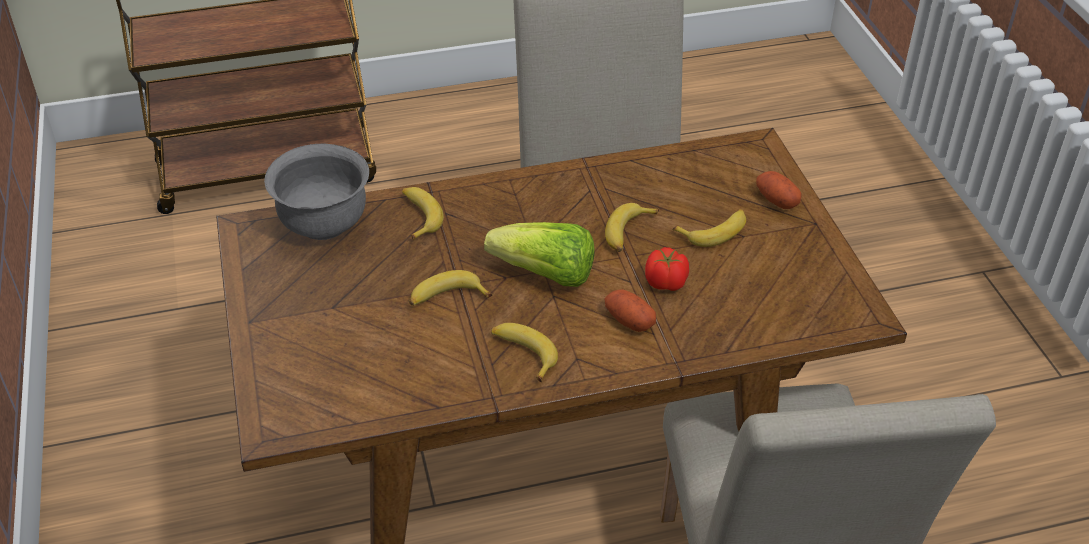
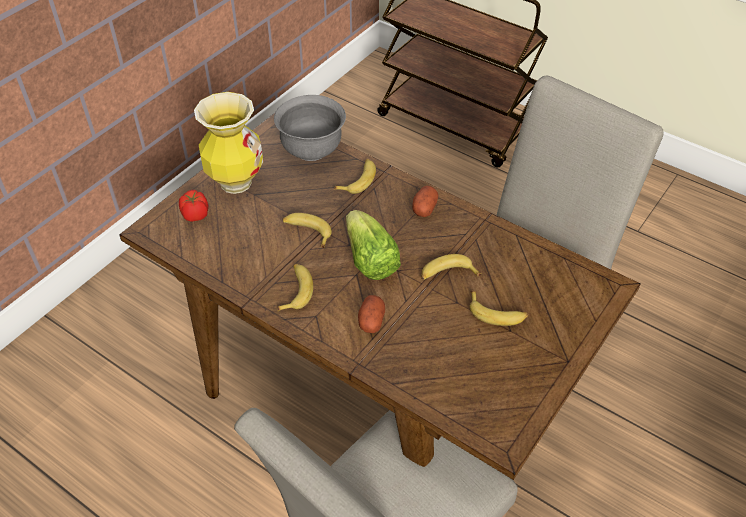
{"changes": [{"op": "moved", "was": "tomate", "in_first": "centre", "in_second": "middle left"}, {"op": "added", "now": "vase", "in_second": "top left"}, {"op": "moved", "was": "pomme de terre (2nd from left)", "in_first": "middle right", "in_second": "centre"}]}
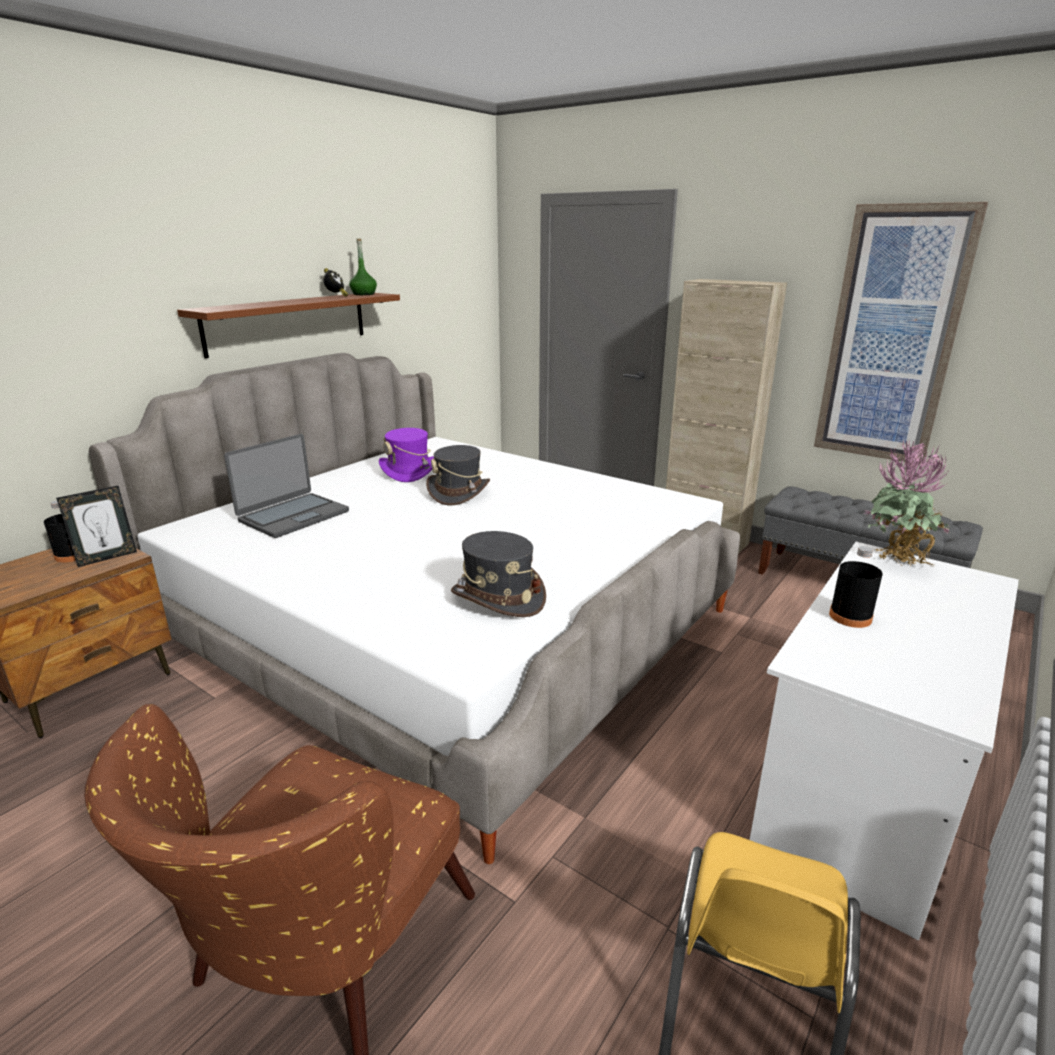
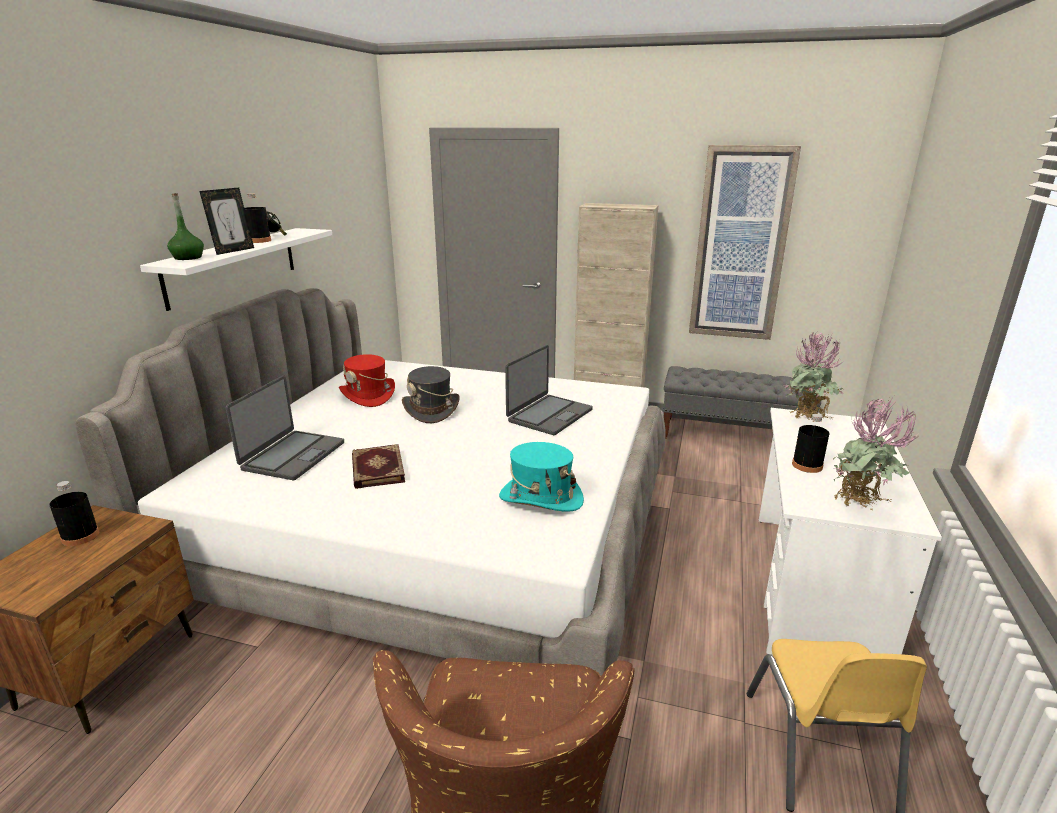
{"changes": [{"op": "recoloured", "was": "étagère/marron", "now": "étagère/blanc", "in_first": "top left", "in_second": "top left"}, {"op": "moved", "was": "bouteille/vert", "in_first": "top centre", "in_second": "top left"}, {"op": "moved", "was": "cadre photo", "in_first": "middle left", "in_second": "top left"}, {"op": "added", "now": "bouteille/noir (2nd from left)", "in_second": "top left"}, {"op": "recoloured", "was": "chapeau/violet", "now": "chapeau/rouge", "in_first": "centre", "in_second": "centre"}, {"op": "added", "now": "livre", "in_second": "centre"}, {"op": "recoloured", "was": "chapeau/gris (2nd from left)", "now": "chapeau/turquoise", "in_first": "centre", "in_second": "centre"}, {"op": "added", "now": "ordinateur portable (2nd from left)", "in_second": "centre"}, {"op": "added", "now": "plante en pot (2nd from left)", "in_second": "middle right"}]}
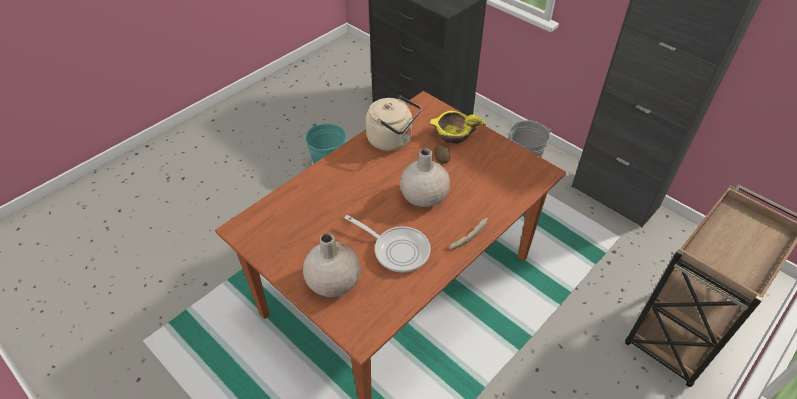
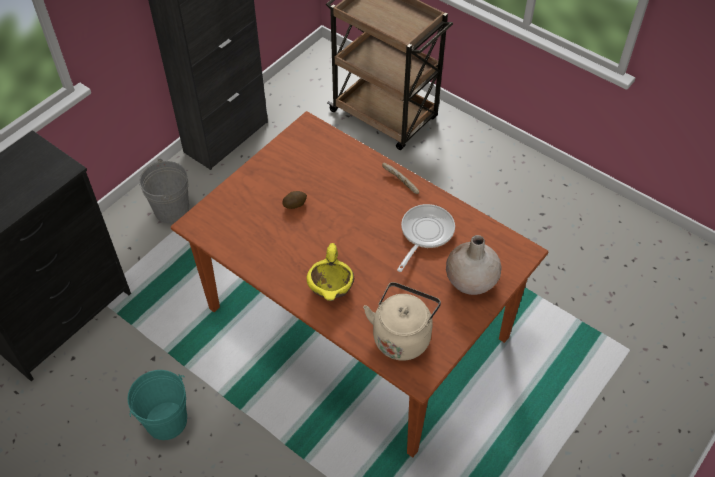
{"changes": [{"op": "moved", "was": "bol/jaune", "in_first": "top centre", "in_second": "centre"}, {"op": "moved", "was": "bouilloire/beige", "in_first": "top centre", "in_second": "bottom centre"}, {"op": "removed", "was": "vase/beige (2nd from left)", "in_first": "centre"}]}
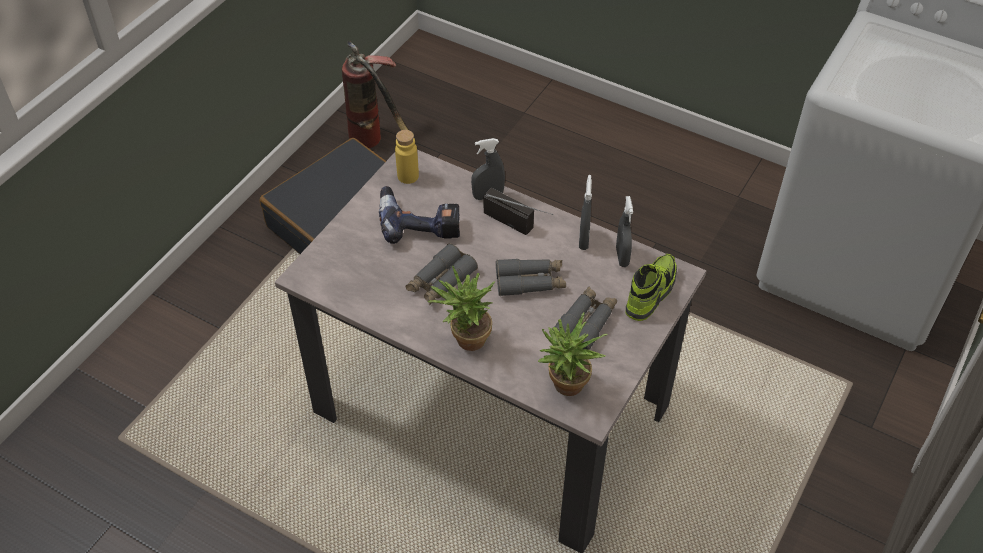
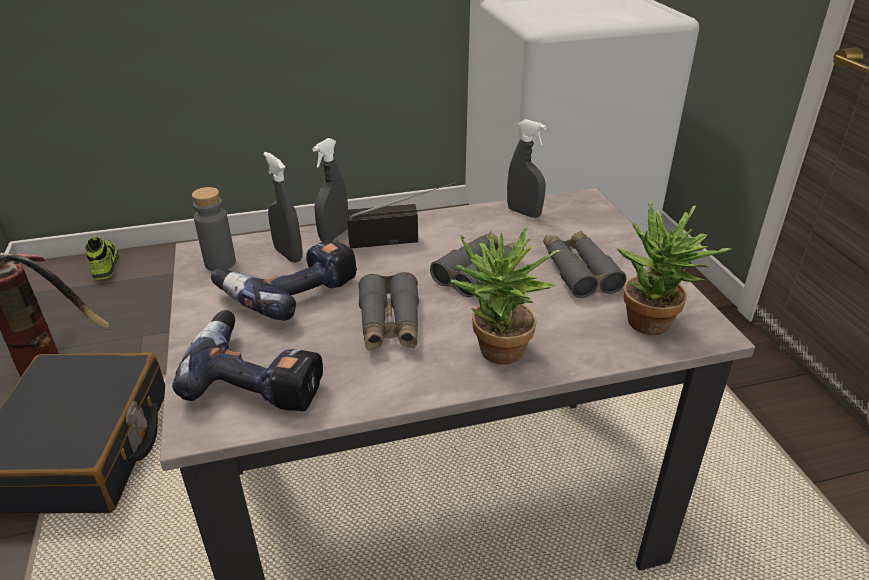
{"changes": [{"op": "moved", "was": "chaussure", "in_first": "centre", "in_second": "middle left"}, {"op": "added", "now": "perceuse (1st from left)", "in_second": "middle left"}, {"op": "recoloured", "was": "bouteille/jaune", "now": "bouteille/gris", "in_first": "top centre", "in_second": "middle left"}, {"op": "moved", "was": "vaporisateur/gris (2nd from left in the first image)", "now": "vaporisateur/gris (1st from left)", "in_first": "centre", "in_second": "middle left"}]}
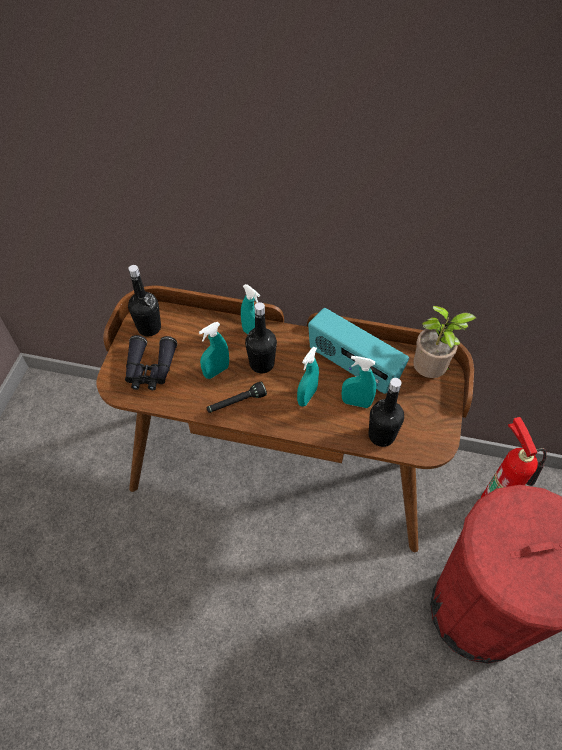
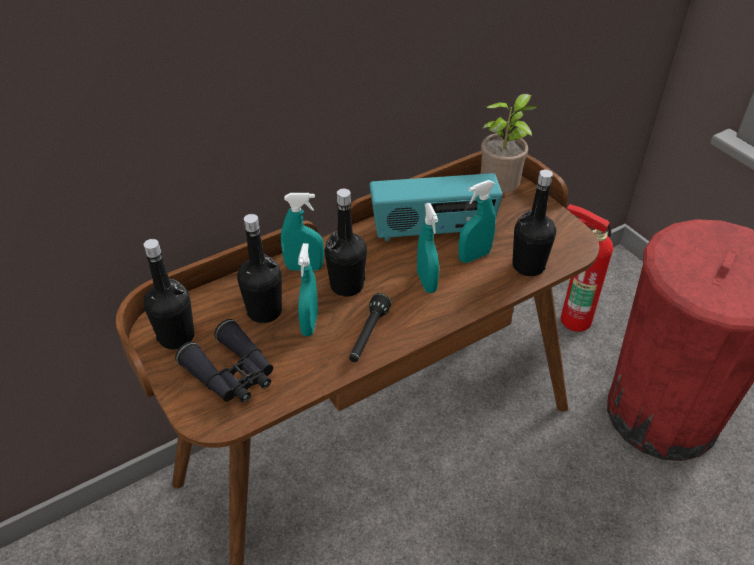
{"changes": [{"op": "added", "now": "bouteille/noir (2nd from left)", "in_second": "centre"}]}
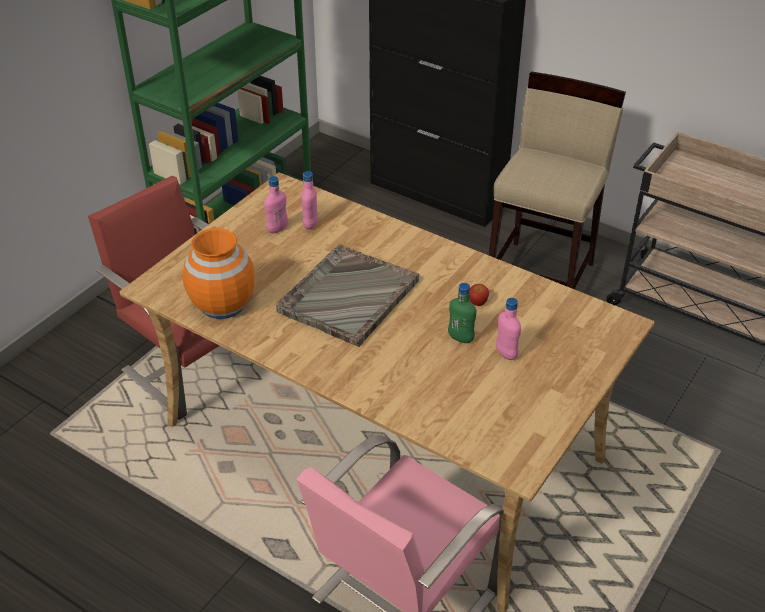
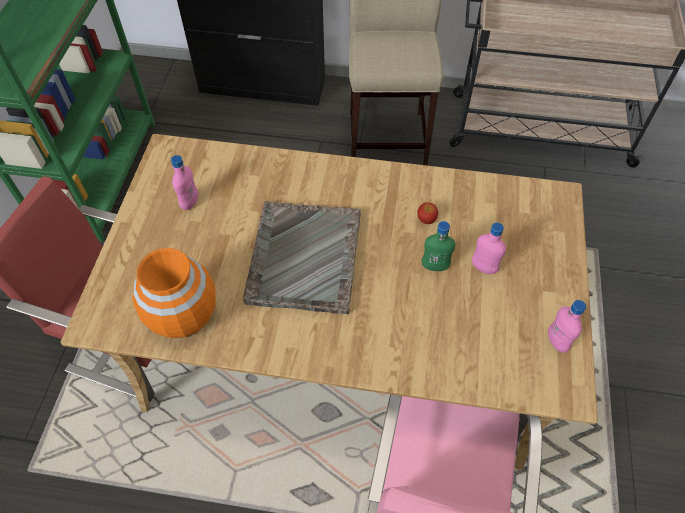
{"changes": [{"op": "moved", "was": "bouteille/rose (2nd from left in the first image)", "now": "bouteille/rose (3rd from left)", "in_first": "top centre", "in_second": "middle right"}]}
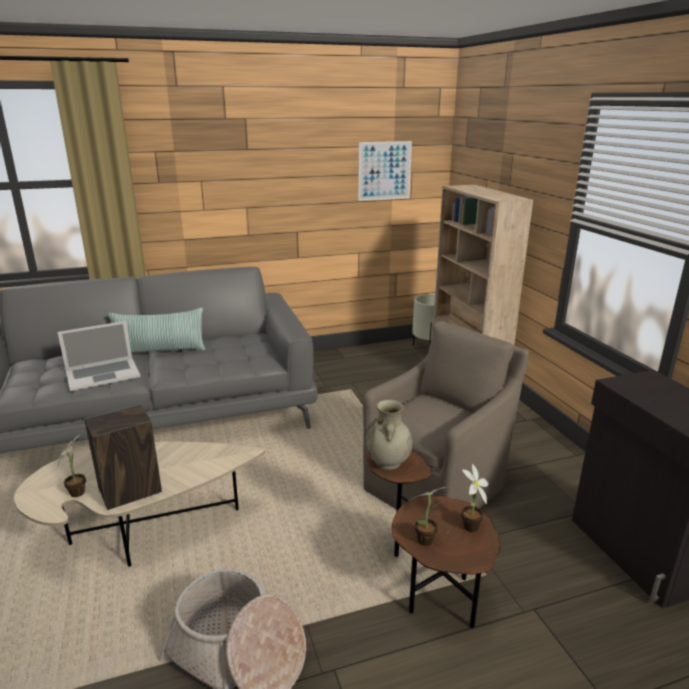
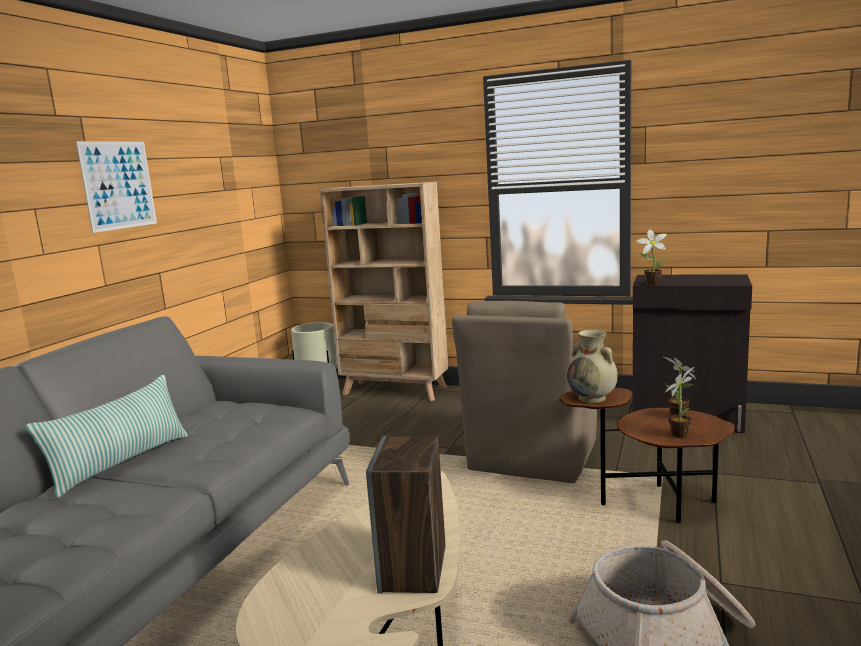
{"changes": [{"op": "moved", "was": "tableau", "in_first": "top centre", "in_second": "top left"}, {"op": "turned", "was": "fauteuil/marron", "in_first": "centre", "in_second": "centre", "clockwise": -150}, {"op": "moved", "was": "plante en pot (1st from left)", "in_first": "bottom left", "in_second": "middle right"}, {"op": "removed", "was": "ordinateur portable", "in_first": "middle left"}]}
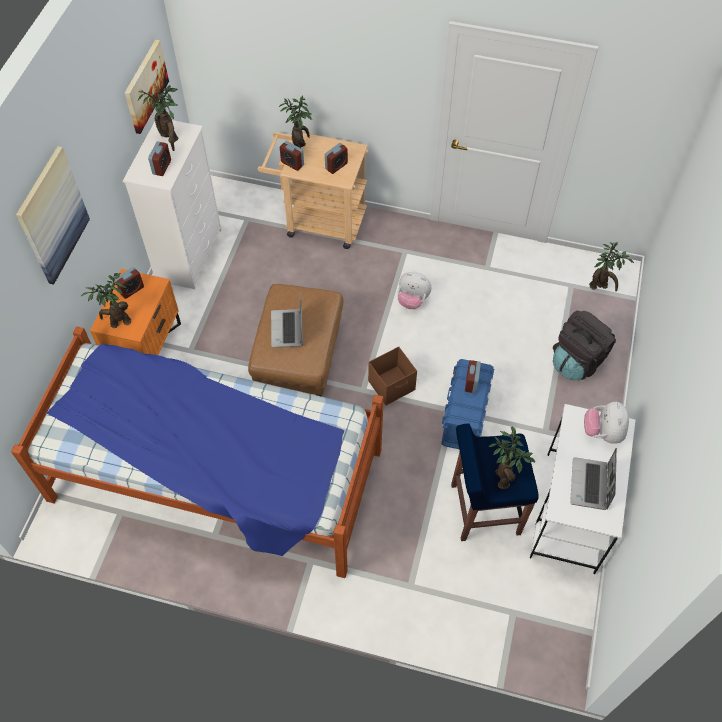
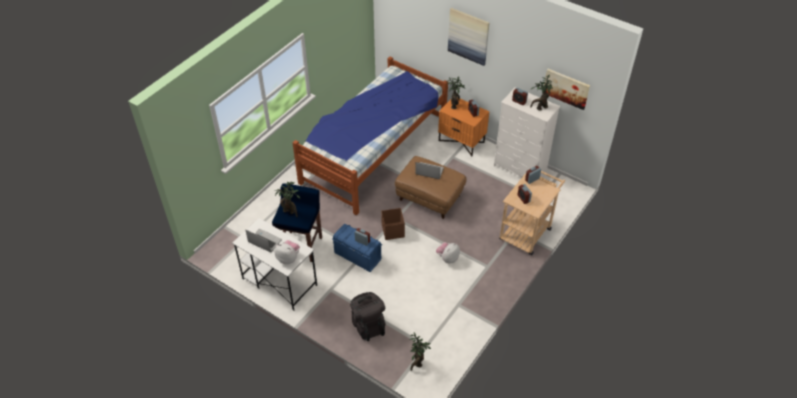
{"changes": [{"op": "removed", "was": "plante en pot (3rd from left)", "in_first": "top centre"}]}
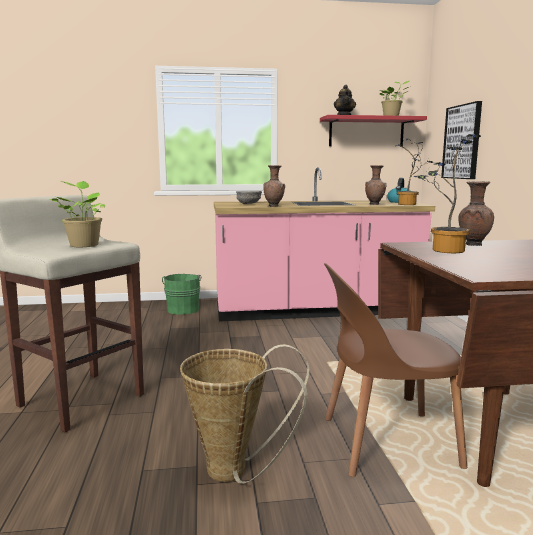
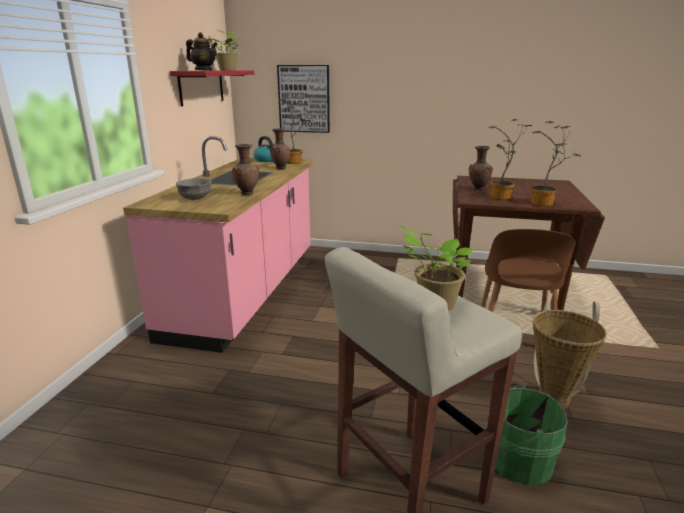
{"changes": [{"op": "moved", "was": "seau/vert", "in_first": "centre", "in_second": "bottom right"}, {"op": "added", "now": "plante en pot (5th from left)", "in_second": "top right"}]}
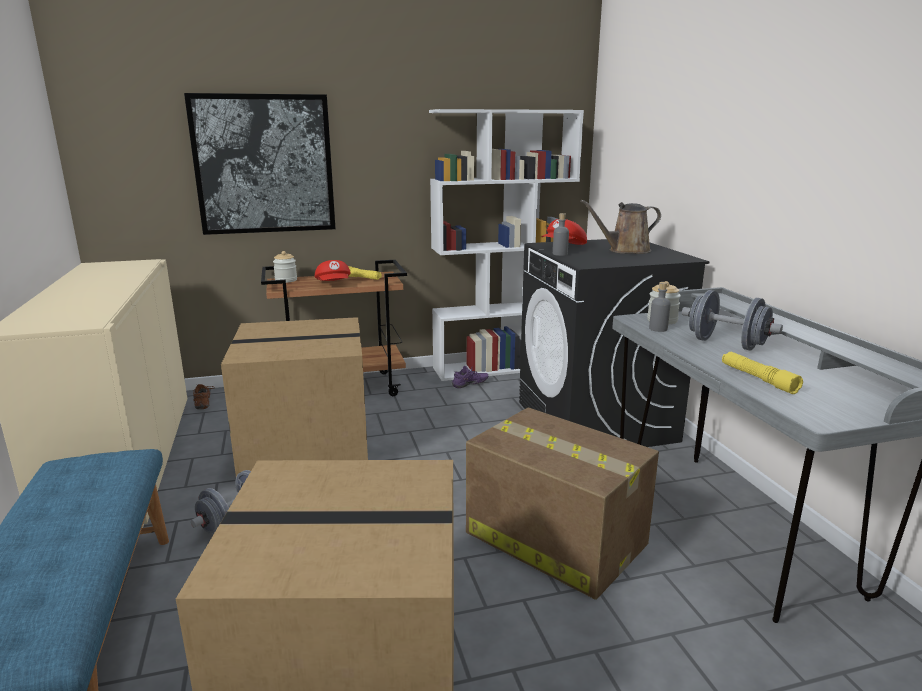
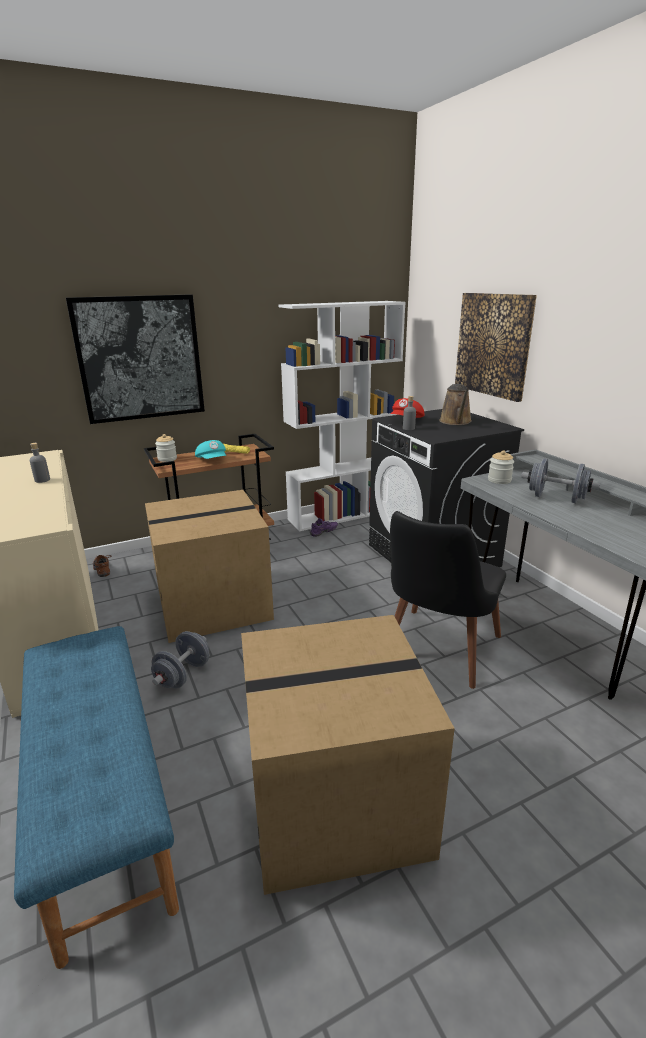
{"changes": [{"op": "moved", "was": "bouteille/gris (2nd from left in the first image)", "now": "bouteille/gris (1st from left)", "in_first": "middle right", "in_second": "middle left"}, {"op": "recoloured", "was": "casquette/rouge (1st from left)", "now": "casquette/turquoise", "in_first": "centre", "in_second": "middle left"}, {"op": "replaced", "was": "carton (3rd from left)", "now": "chaise/noir", "in_first": "bottom centre", "in_second": "middle right"}, {"op": "turned", "was": "arrosoir/marron", "in_first": "top right", "in_second": "middle right", "clockwise": -60}, {"op": "added", "now": "tableau (2nd from left)", "in_second": "middle right"}, {"op": "removed", "was": "lampe de poche/jaune (2nd from left)", "in_first": "middle right"}]}
